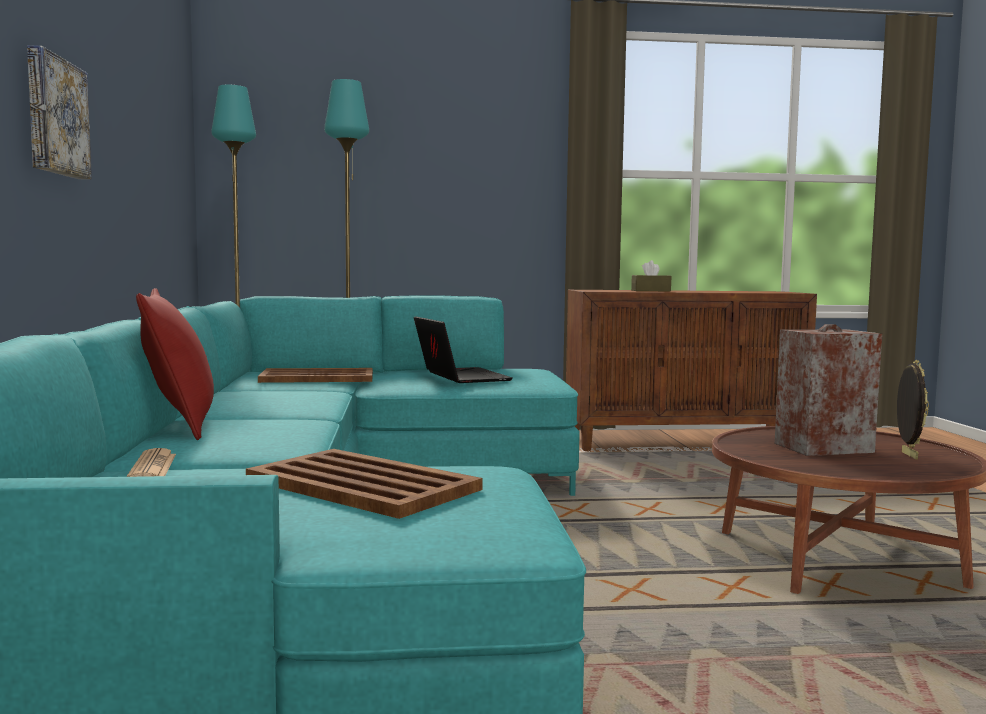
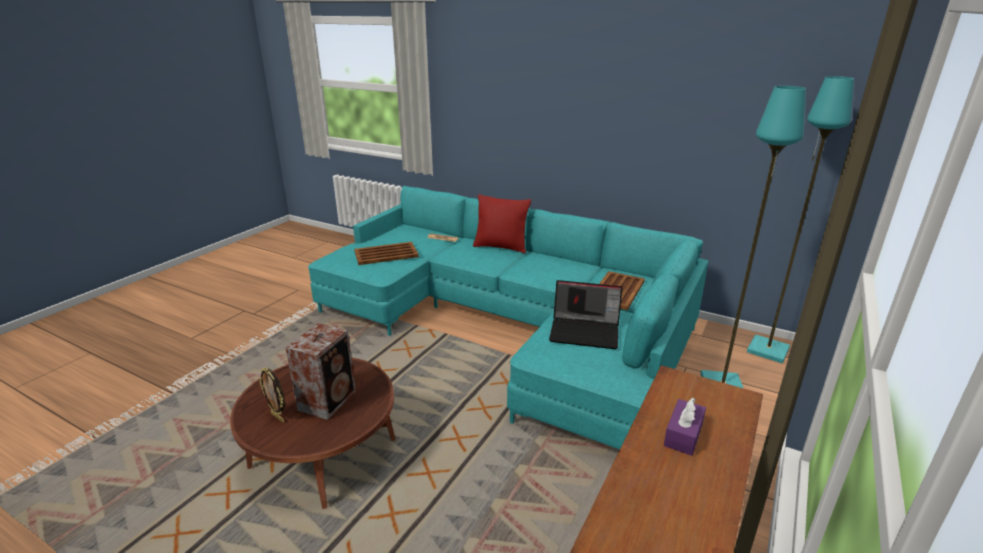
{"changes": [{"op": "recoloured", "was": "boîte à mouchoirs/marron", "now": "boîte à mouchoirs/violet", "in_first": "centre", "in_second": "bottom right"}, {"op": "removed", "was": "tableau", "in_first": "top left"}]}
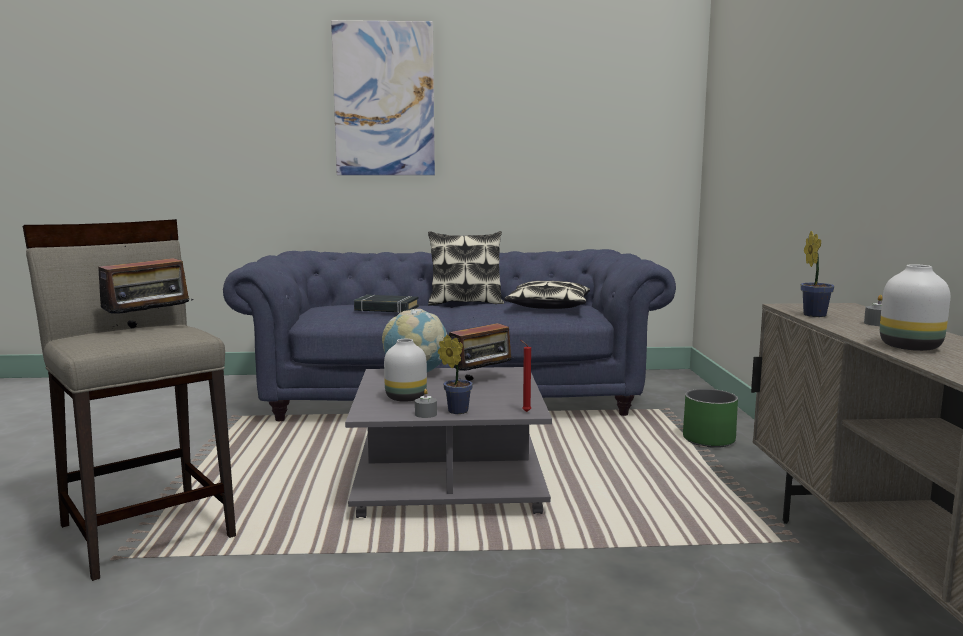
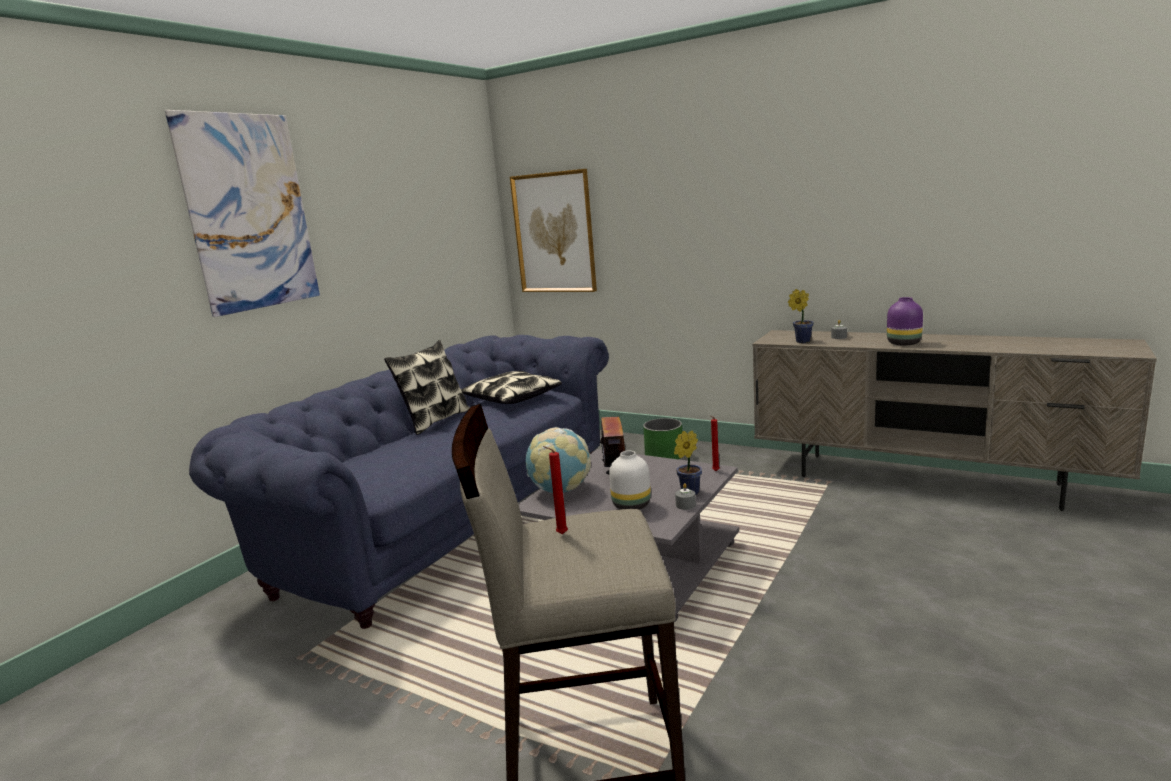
{"changes": [{"op": "added", "now": "tableau (2nd from left)", "in_second": "top centre"}, {"op": "replaced", "was": "radio (1st from left)", "now": "bougie/rouge (1st from left)", "in_first": "middle left", "in_second": "centre"}, {"op": "recoloured", "was": "vase/blanc (2nd from left)", "now": "vase/violet", "in_first": "middle right", "in_second": "middle right"}, {"op": "removed", "was": "livre/noir", "in_first": "centre"}]}
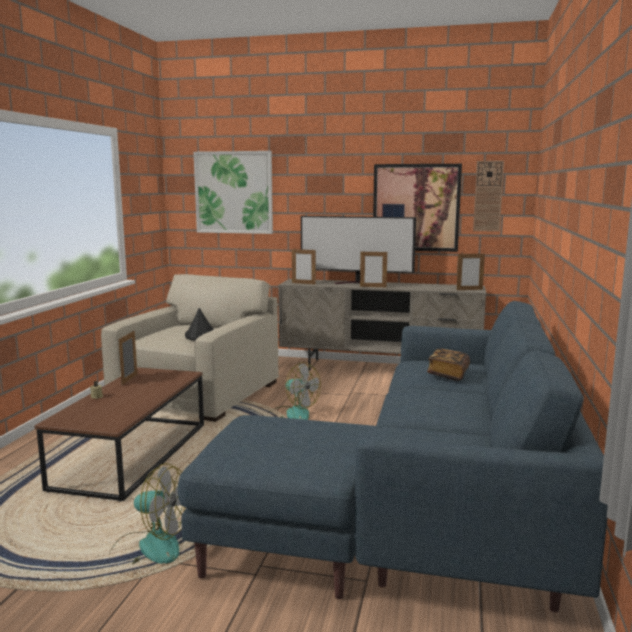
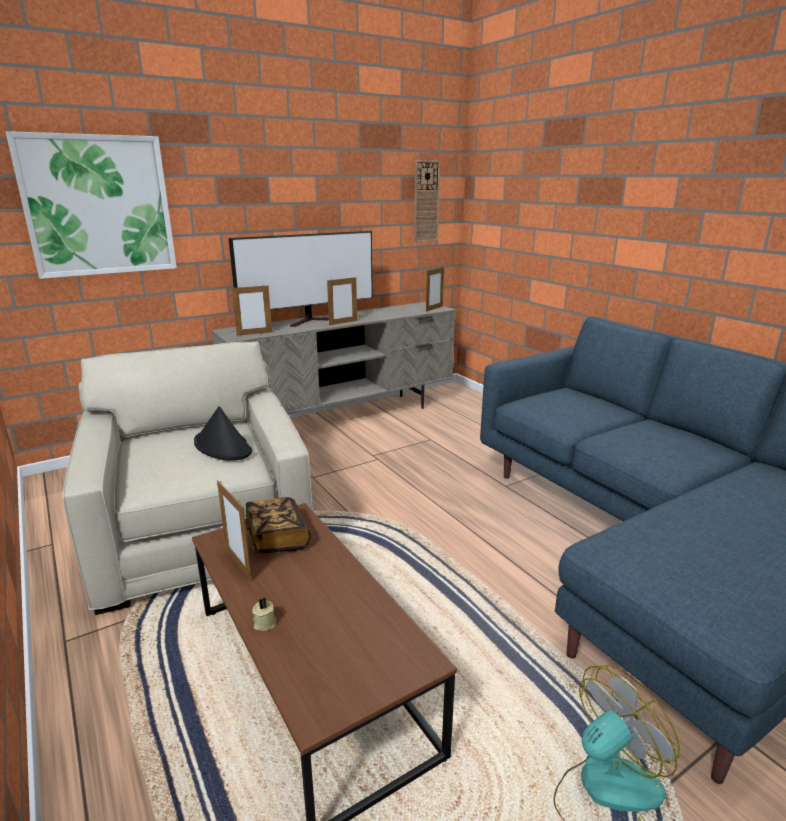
{"changes": [{"op": "moved", "was": "livre", "in_first": "middle right", "in_second": "centre"}, {"op": "removed", "was": "ventilateur (2nd from left)", "in_first": "centre"}, {"op": "removed", "was": "tableau (2nd from left)", "in_first": "top centre"}]}
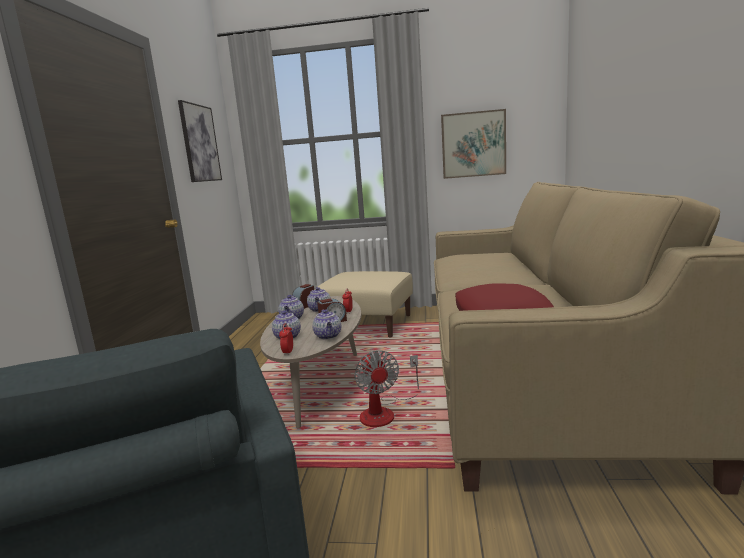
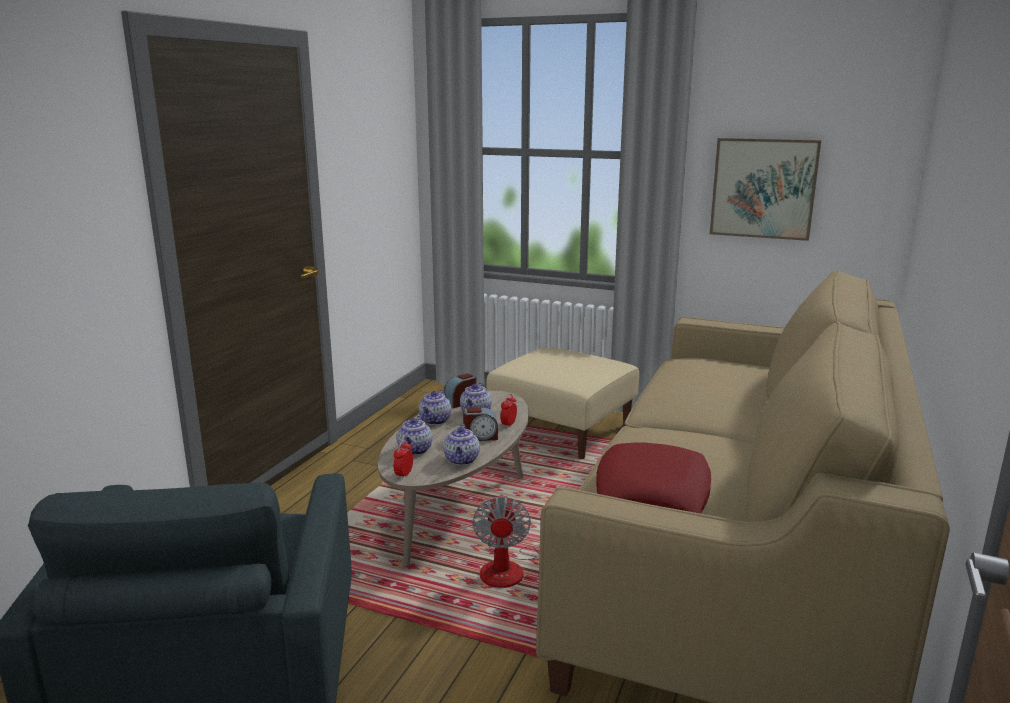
{"changes": [{"op": "removed", "was": "tableau (1st from left)", "in_first": "top left"}]}
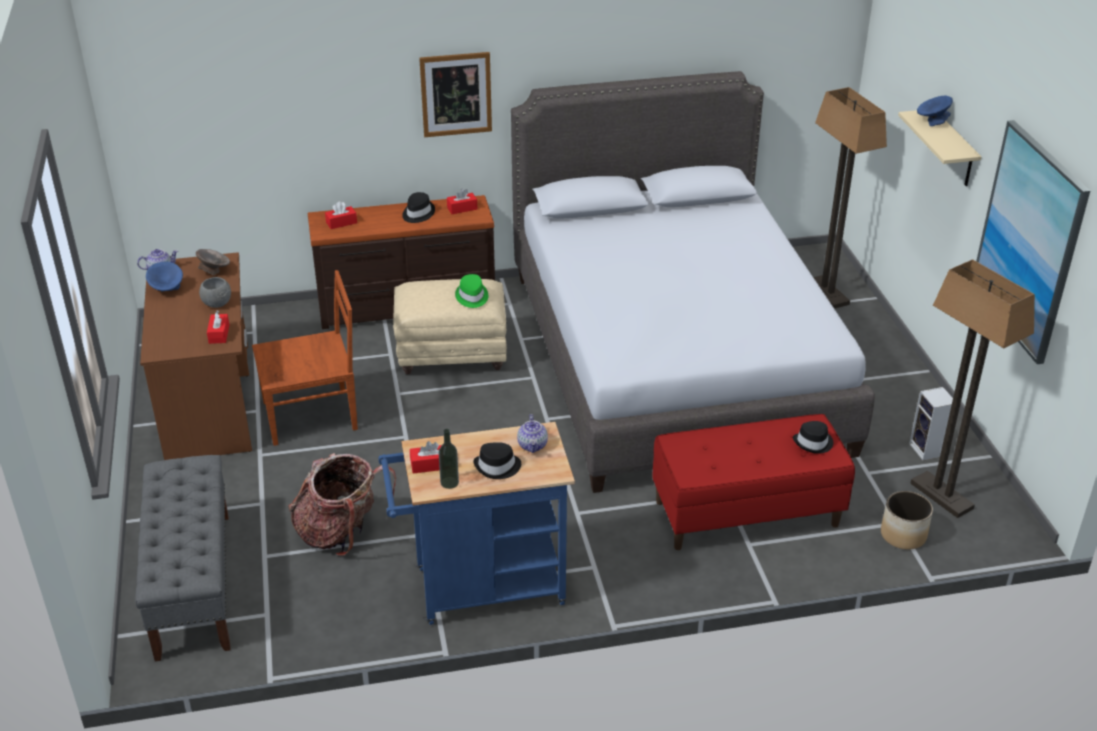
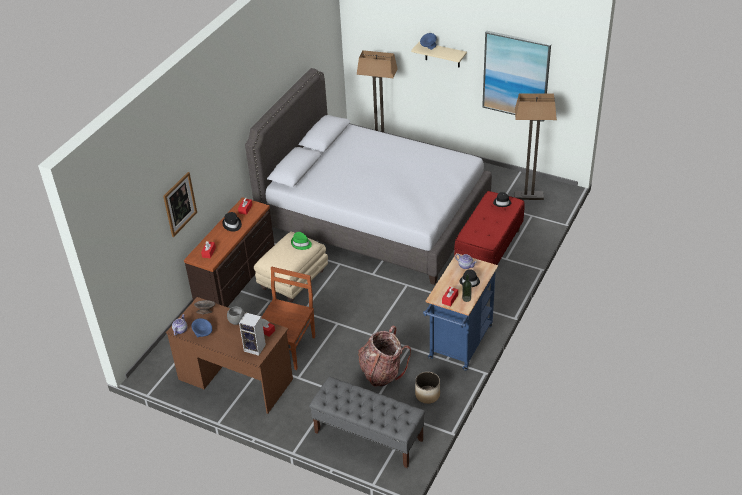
{"changes": [{"op": "moved", "was": "tableau (1st from left)", "in_first": "top centre", "in_second": "middle left"}, {"op": "moved", "was": "enceinte", "in_first": "middle right", "in_second": "bottom centre"}, {"op": "moved", "was": "cache-pot", "in_first": "bottom right", "in_second": "bottom centre"}]}
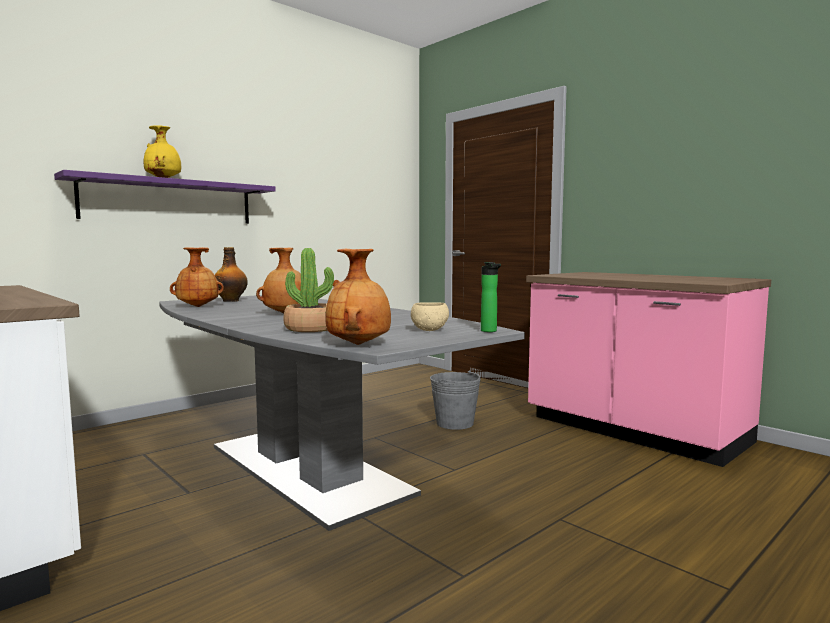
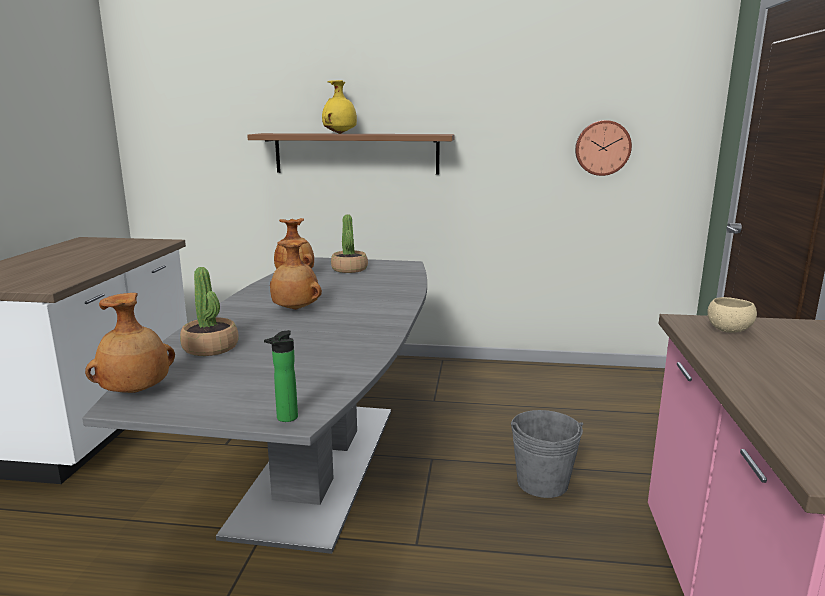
{"changes": [{"op": "recoloured", "was": "étagère/violet", "now": "étagère/marron", "in_first": "top left", "in_second": "top centre"}, {"op": "replaced", "was": "bouteille (1st from left)", "now": "plante en pot (2nd from left)", "in_first": "middle left", "in_second": "centre"}, {"op": "added", "now": "horloge murale", "in_second": "top right"}, {"op": "moved", "was": "bol/beige", "in_first": "centre", "in_second": "middle right"}]}
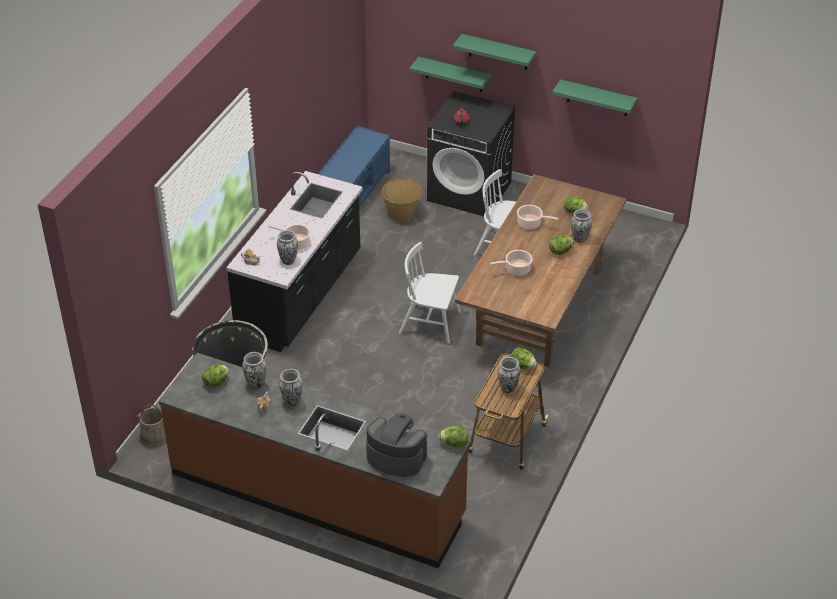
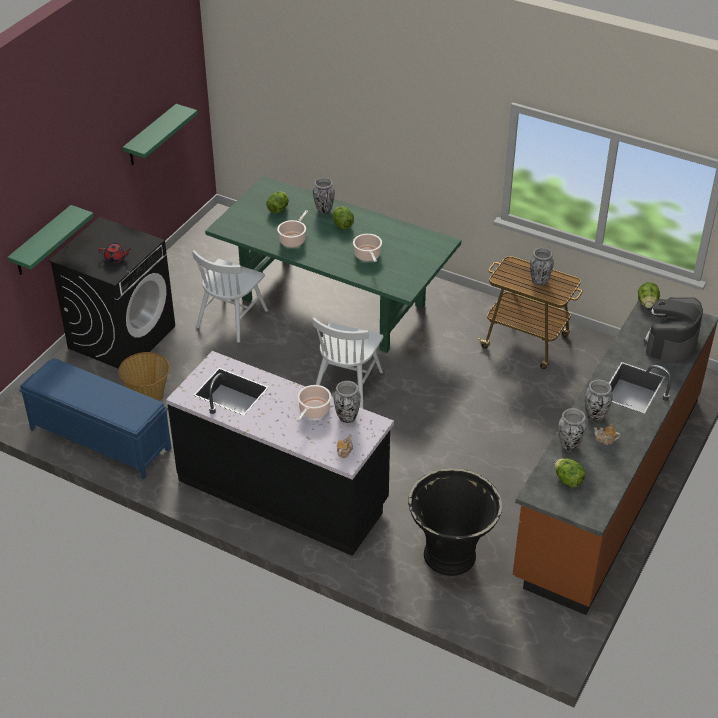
{"changes": [{"op": "recoloured", "was": "table à manger/marron", "now": "table à manger/vert", "in_first": "centre", "in_second": "centre"}, {"op": "removed", "was": "seau/beige", "in_first": "bottom left"}, {"op": "removed", "was": "étagère/vert (2nd from left)", "in_first": "top centre"}, {"op": "removed", "was": "laitue (3rd from left)", "in_first": "centre"}]}
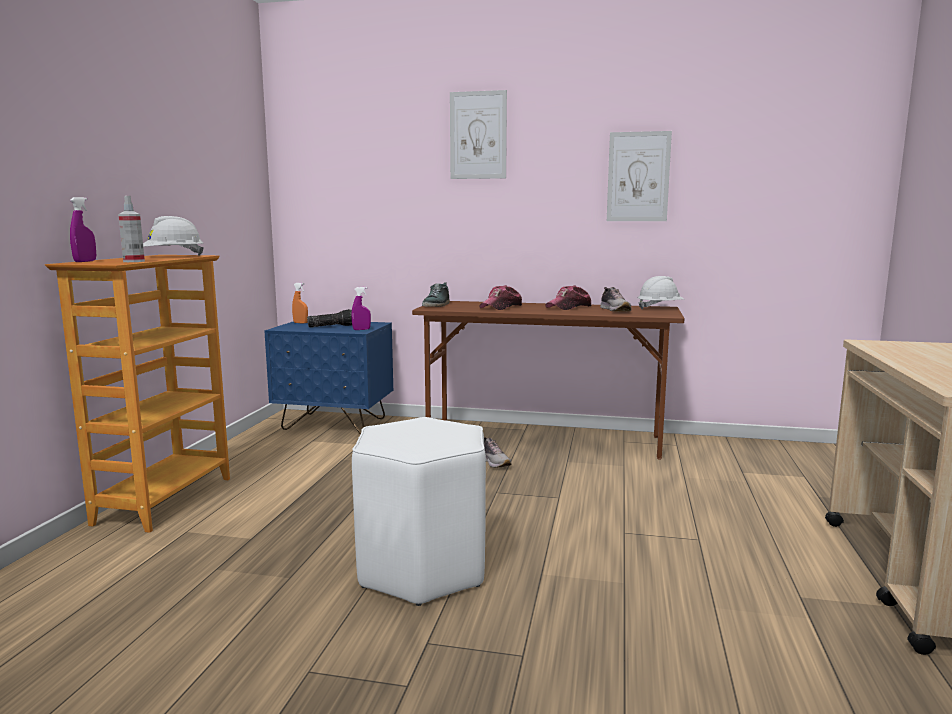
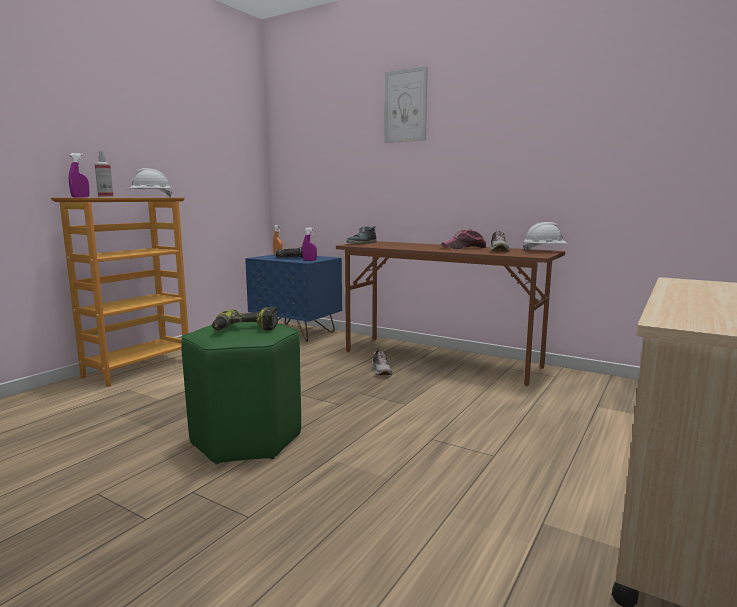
{"changes": [{"op": "recoloured", "was": "tabouret/blanc", "now": "tabouret/vert", "in_first": "bottom centre", "in_second": "middle left"}, {"op": "added", "now": "perceuse", "in_second": "middle left"}, {"op": "removed", "was": "casquette (1st from left)", "in_first": "centre"}, {"op": "removed", "was": "tableau (2nd from left)", "in_first": "top right"}]}
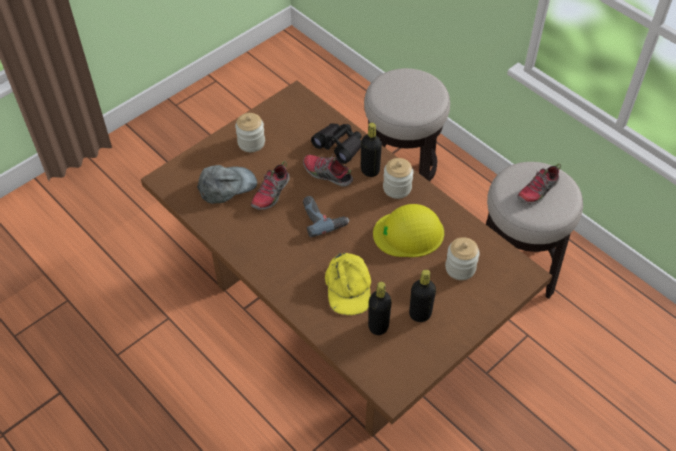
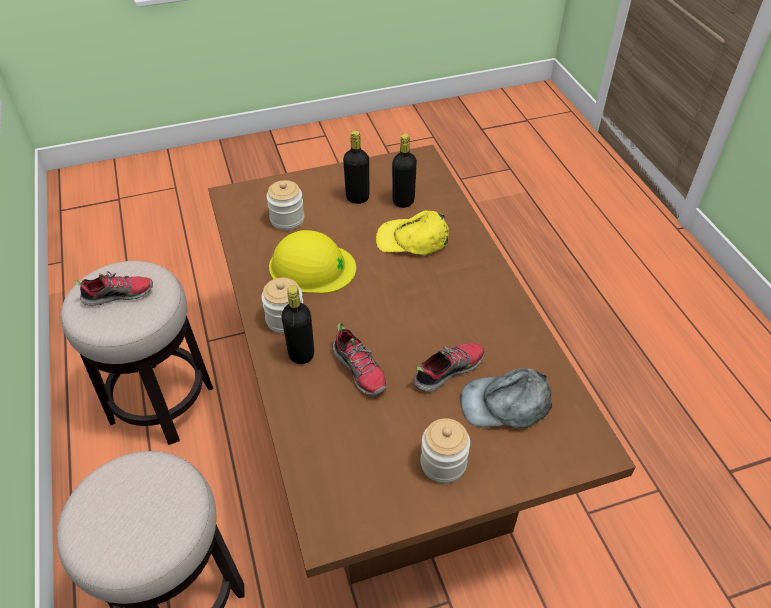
{"changes": [{"op": "turned", "was": "casquette/jaune", "in_first": "centre", "in_second": "centre", "clockwise": -105}, {"op": "removed", "was": "perceuse", "in_first": "centre"}, {"op": "removed", "was": "jumelles/noir", "in_first": "top centre"}]}
